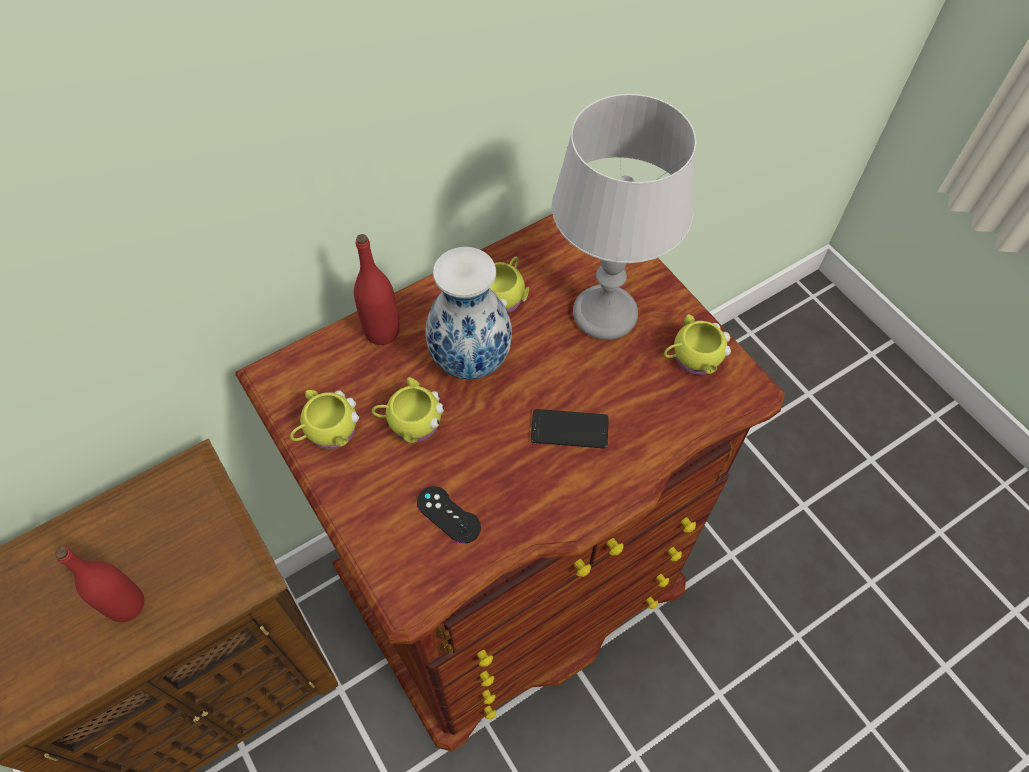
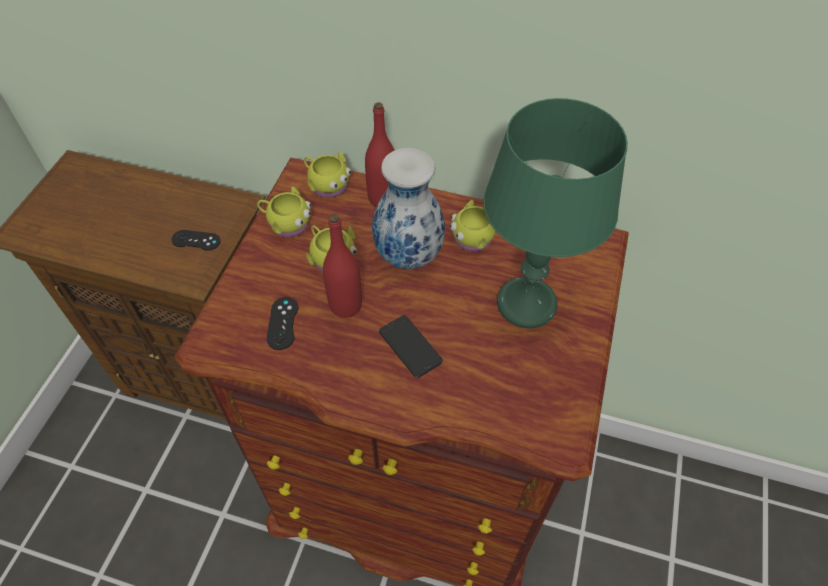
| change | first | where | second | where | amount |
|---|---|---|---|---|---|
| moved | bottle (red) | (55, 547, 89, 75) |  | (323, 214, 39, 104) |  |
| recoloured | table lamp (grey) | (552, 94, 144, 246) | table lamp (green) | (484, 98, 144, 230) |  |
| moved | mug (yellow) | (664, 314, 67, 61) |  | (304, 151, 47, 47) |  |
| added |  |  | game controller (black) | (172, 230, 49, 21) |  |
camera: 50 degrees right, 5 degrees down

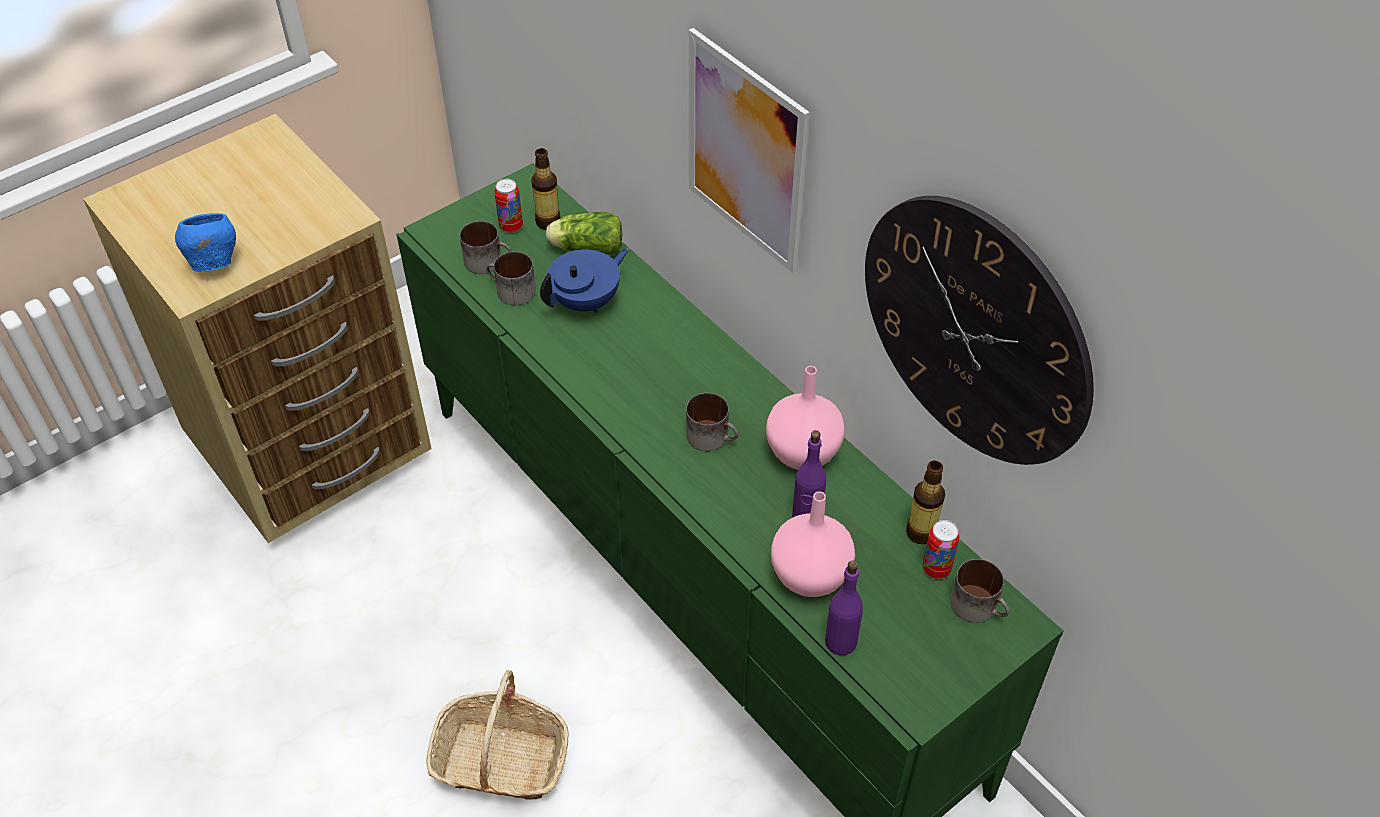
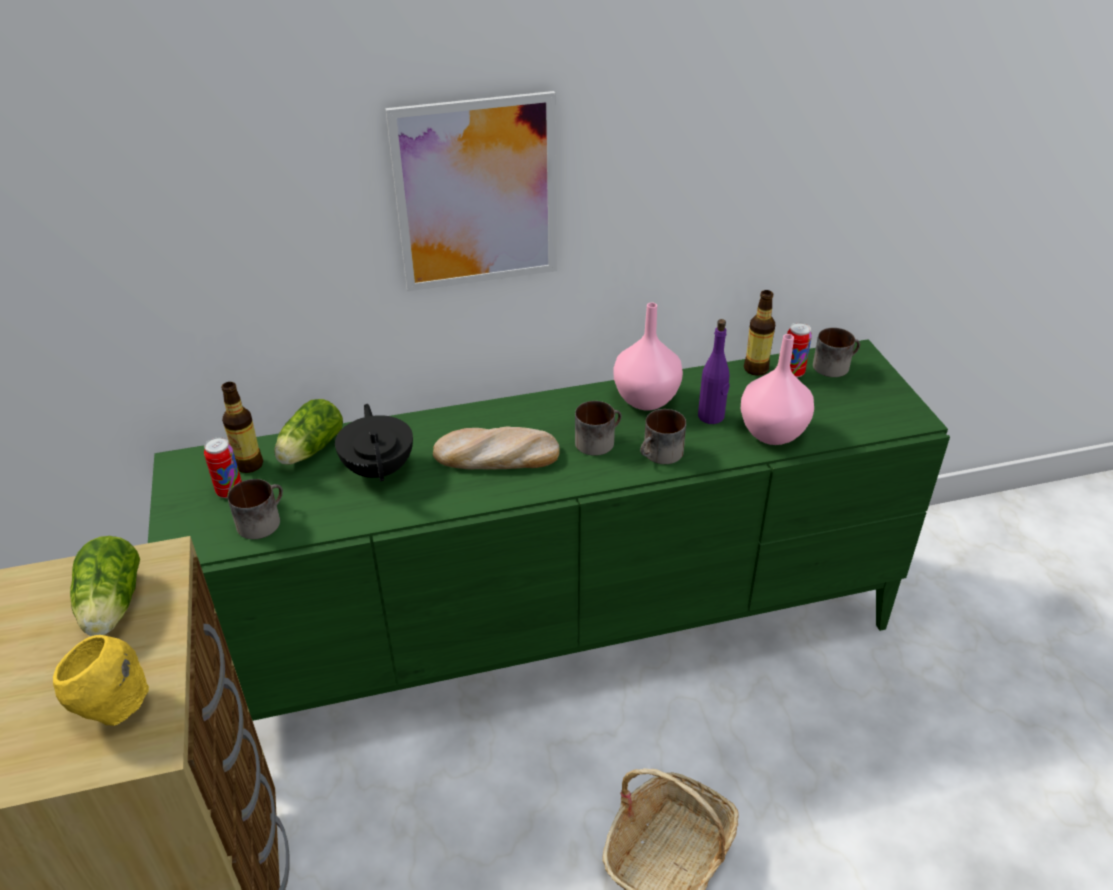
| change | first | where | second | where | amount |
|---|---|---|---|---|---|
| recoloured | bowl (blue) | (175, 213, 61, 59) | bowl (yellow) | (53, 635, 96, 91) |  |
| moved | mug | (486, 252, 50, 53) |  | (640, 409, 46, 55) |  |
| recoloured | teapot (blue) | (540, 249, 89, 64) | teapot (black) | (335, 404, 78, 78) |  |
| removed | bottle (purple) | (825, 560, 38, 95) |  |  |  |
| removed | wall clock | (865, 196, 229, 269) |  |  |  |
| added |  |  | lettuce | (70, 536, 70, 100) |  |
| added |  |  | bread | (433, 427, 127, 43) |  |
camera: 65 degrees left, 10 degrees down

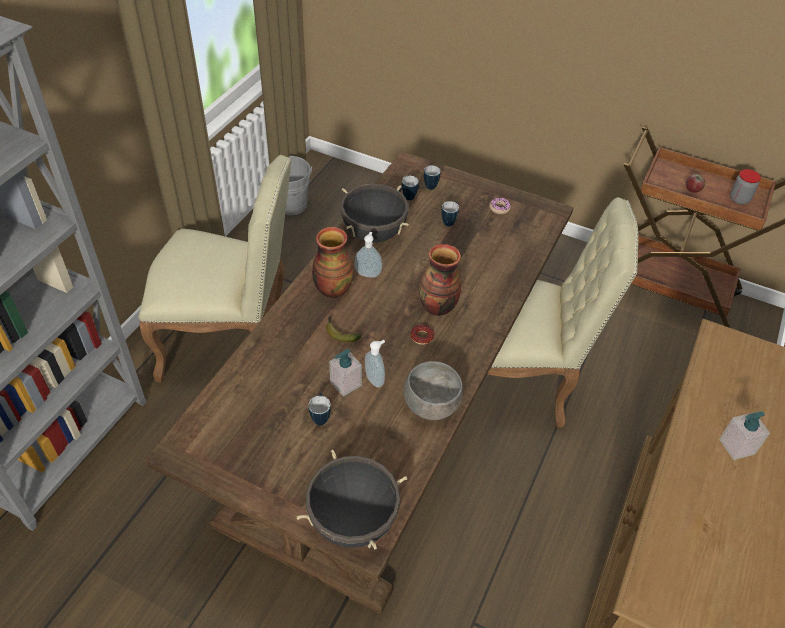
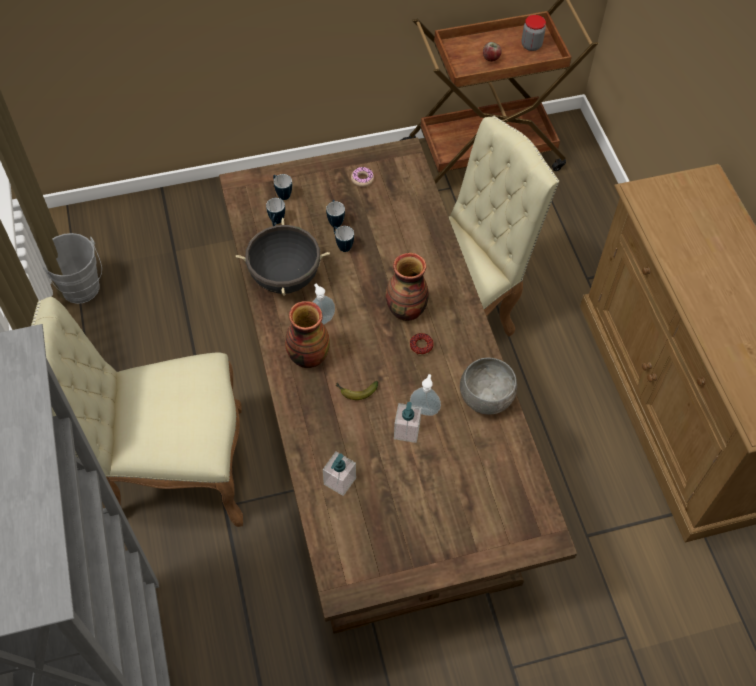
| change | first | where | second | where | amount |
|---|---|---|---|---|---|
| turned | chair (beige) | (138, 155, 153, 228) |  | (31, 297, 212, 230) | 150 degrees counterclockwise |
| removed | cooking pot (black) | (297, 450, 110, 100) |  |  |  |
| moved | mug | (308, 393, 23, 33) |  | (333, 226, 21, 26) |  |
| moved | soap dispenser | (719, 411, 51, 49) |  | (323, 451, 33, 45) |  |
camera: 40 degrees left, 10 degrees up

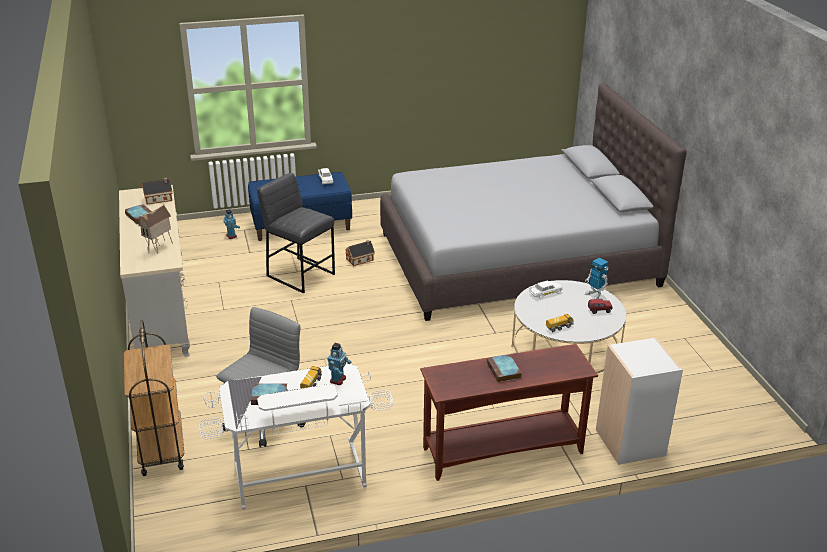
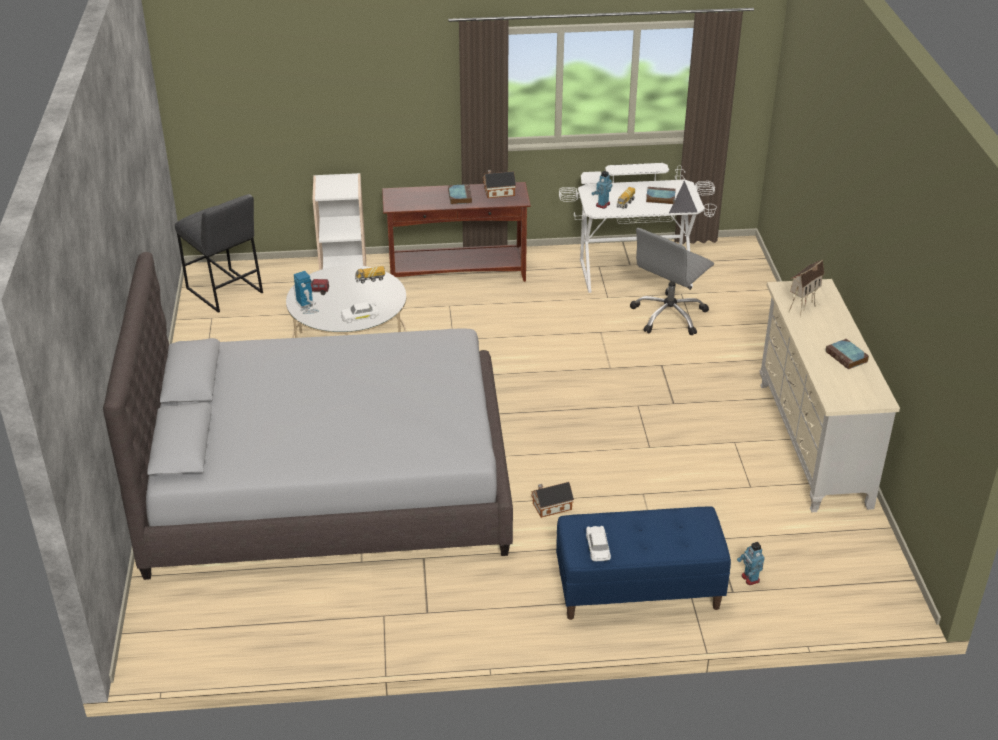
| change | first | where | second | where | amount |
|---|---|---|---|---|---|
| removed | cart (brown) | (124, 320, 60, 156) |  |  |  |
| moved | toy house | (142, 178, 31, 27) |  | (483, 170, 33, 28) |  |
| moved | stool (grey) | (257, 173, 78, 121) |  | (175, 194, 88, 119) |  |
camera: 170 degrees left, 5 degrees up

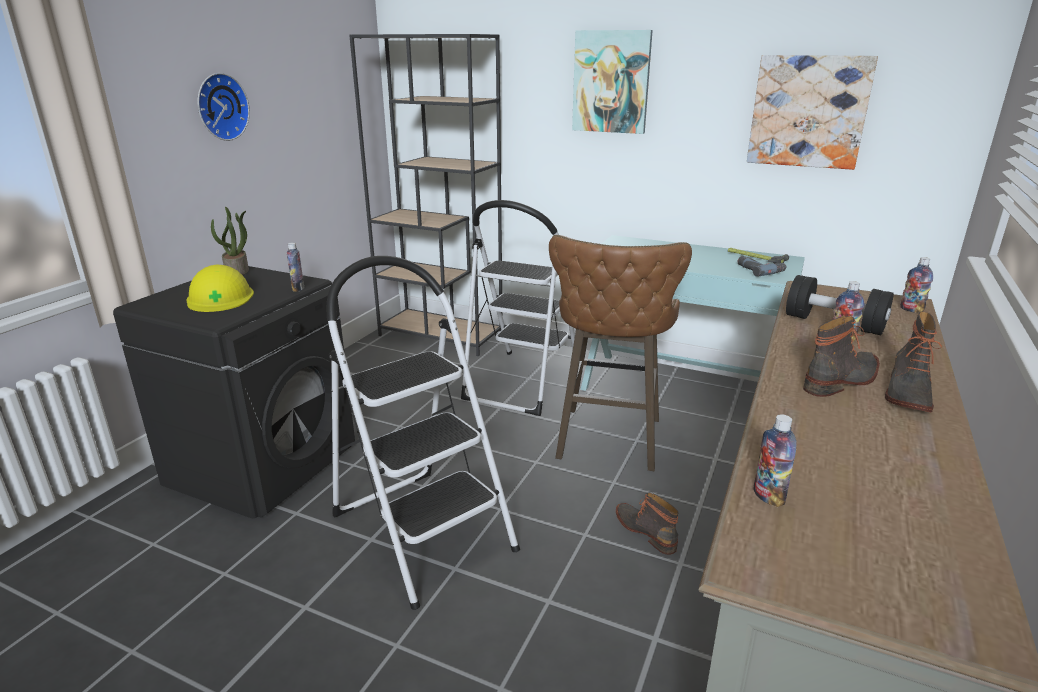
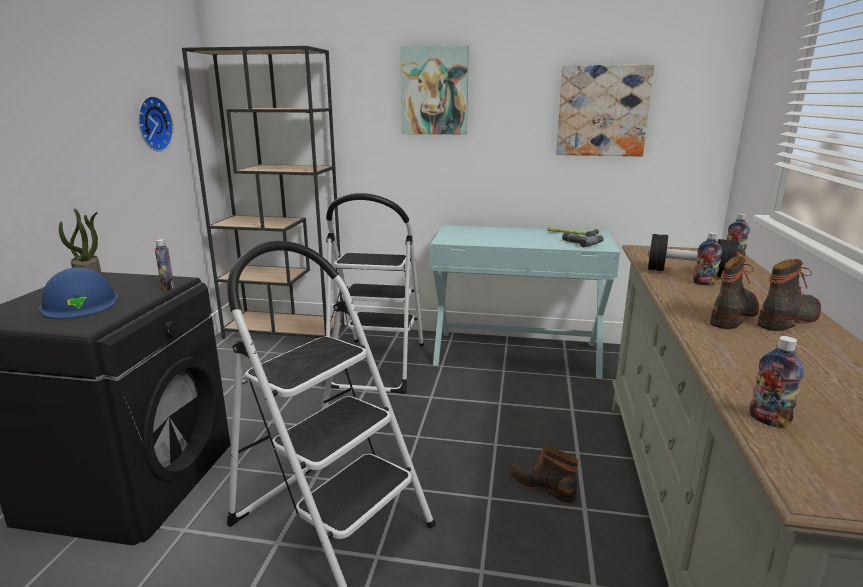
| change | first | where | second | where | amount |
|---|---|---|---|---|---|
| recoloured | hard hat (yellow) | (187, 265, 67, 47) | hard hat (blue) | (39, 268, 79, 51) |  |
| moved | wall clock | (198, 73, 52, 68) |  | (138, 96, 36, 56) |  |
| removed | stool (brown) | (549, 235, 143, 236) |  |  |  |
| turned | boot | (885, 312, 57, 100) |  | (757, 259, 64, 72) | 135 degrees counterclockwise |
camera: 15 degrees left, 5 degrees down

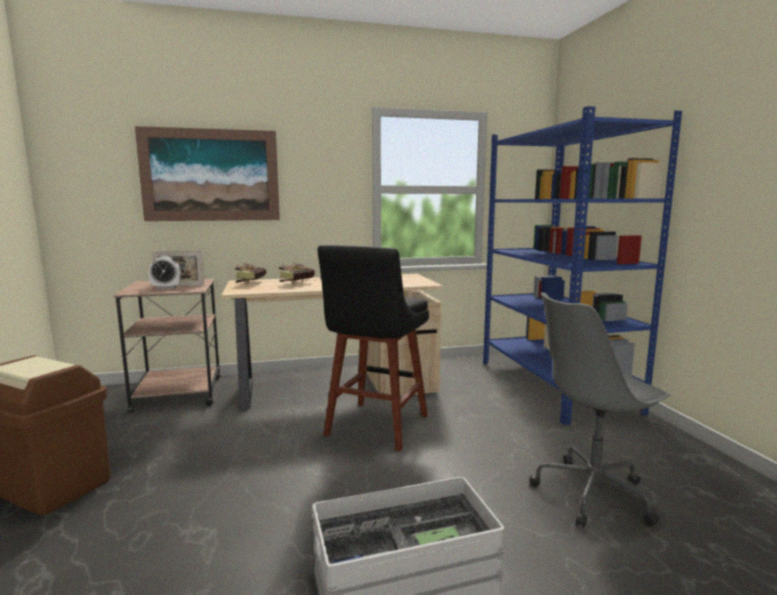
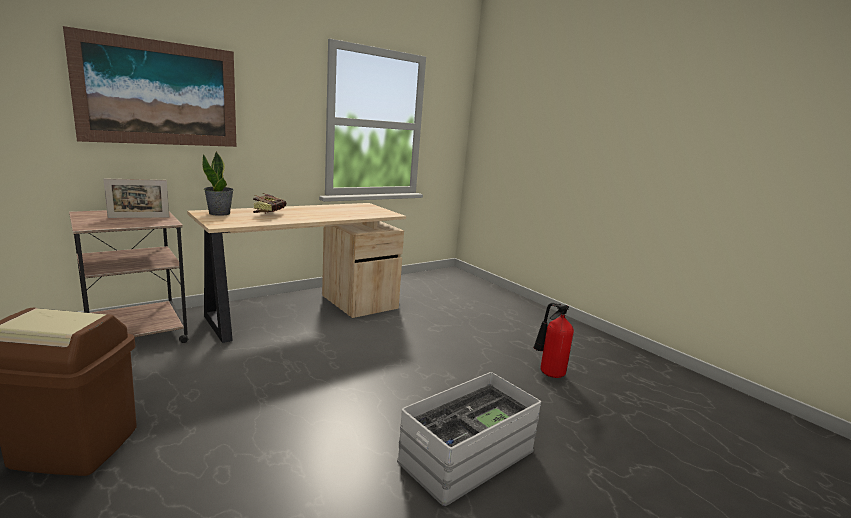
| change | first | where | second | where | amount |
|---|---|---|---|---|---|
| removed | alarm clock | (149, 256, 32, 33) |  |  |  |
| replaced | book | (235, 263, 31, 20) | potted plant | (202, 151, 32, 65) |  |
| removed | stool (black) | (317, 245, 112, 207) |  |  |  |
| removed | bookcase (blue) | (483, 106, 199, 319) |  |  |  |
| replaced | office chair (grey) | (529, 293, 141, 234) | fire extinguisher | (533, 303, 41, 75) |  |
camera: 25 degrees left, 5 degrees up

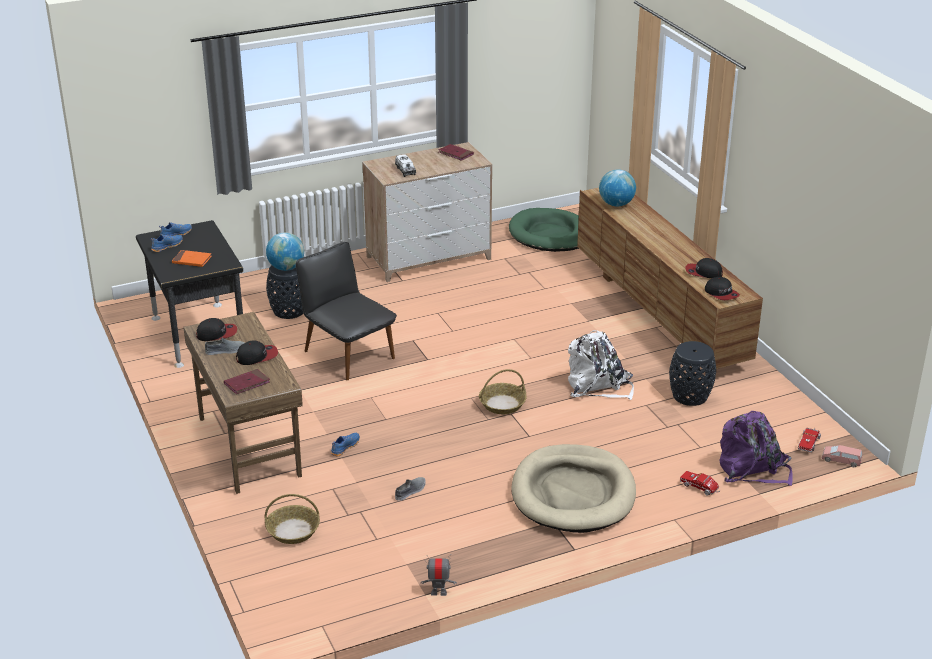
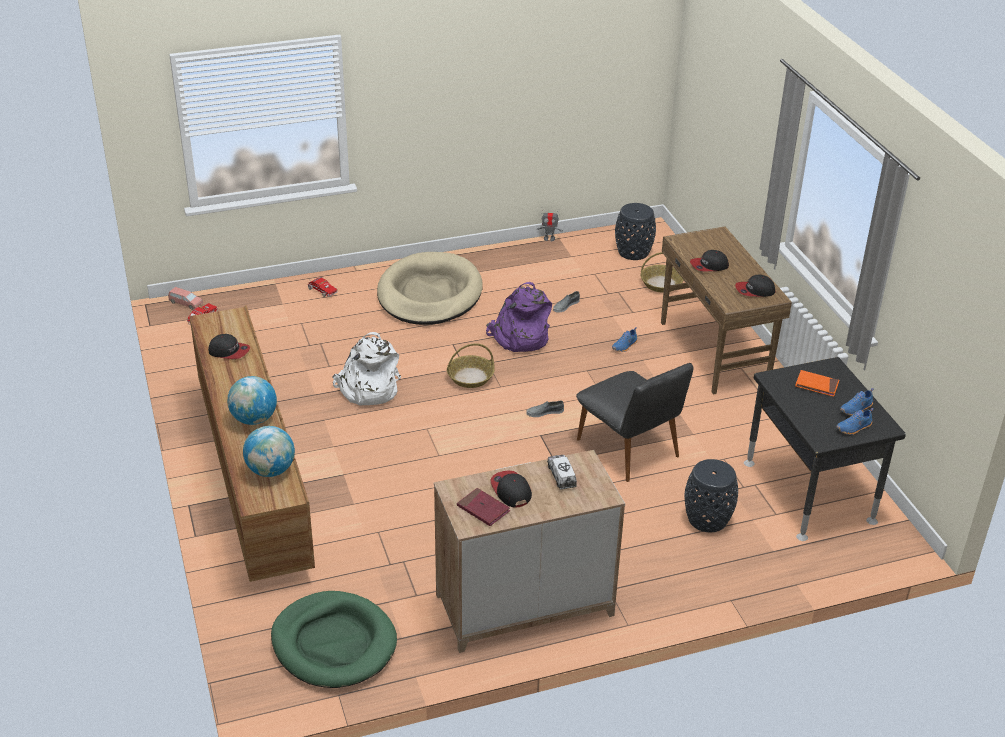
| change | first | where | second | where | amount |
|---|---|---|---|---|---|
| moved | shoe (grey) | (205, 338, 40, 17) |  | (526, 401, 38, 16) |  |
| removed | book (red) | (224, 369, 46, 25) |  |  |  |
| moved | globe | (266, 232, 38, 39) |  | (227, 376, 50, 49) |  |
| moved | stool (black) | (669, 341, 47, 65) |  | (615, 203, 41, 57) |  |
| moved | cap | (705, 277, 35, 23) |  | (491, 470, 41, 38) |  |
| moved | backpack (purple) | (719, 411, 74, 75) |  | (486, 282, 66, 70) |  |
camera: 175 degrees left, 5 degrees up

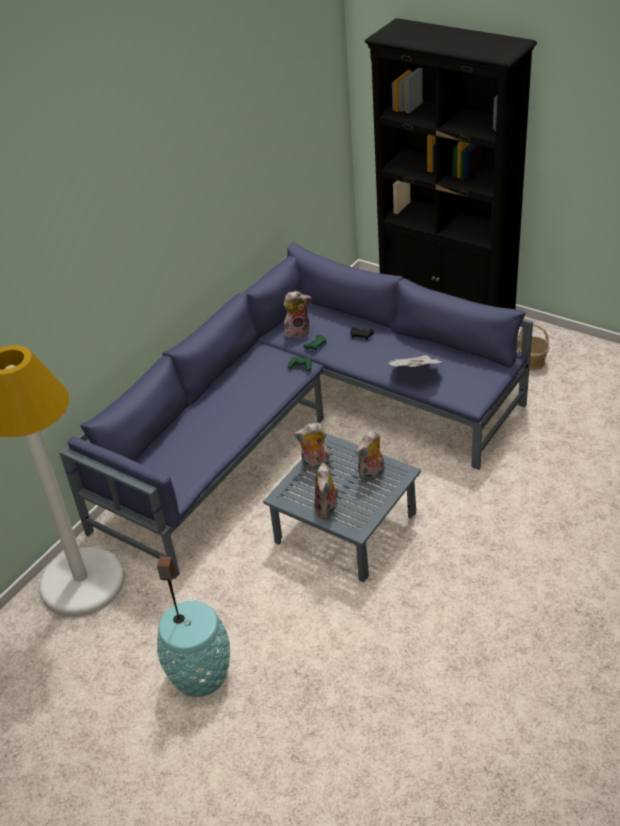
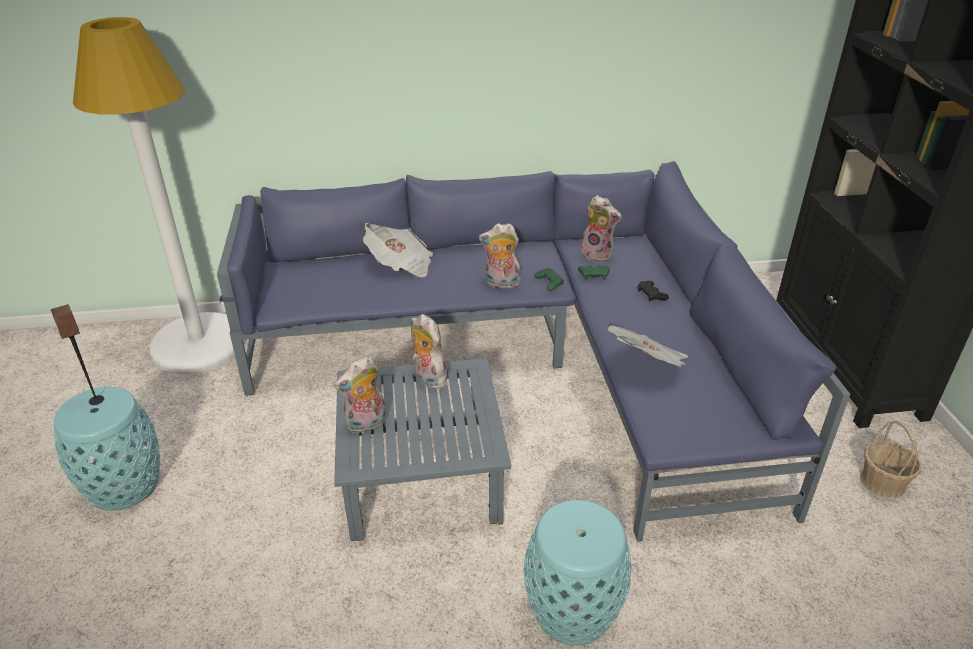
| change | first | where | second | where | amount |
|---|---|---|---|---|---|
| moved | plush toy | (356, 429, 29, 53) |  | (479, 223, 41, 66) |  |
| added |  |  | newspaper | (363, 223, 70, 54) |  |
| added |  |  | stool (turquoise) | (524, 500, 107, 146) |  |
camera: 45 degrees right, 5 degrees down

